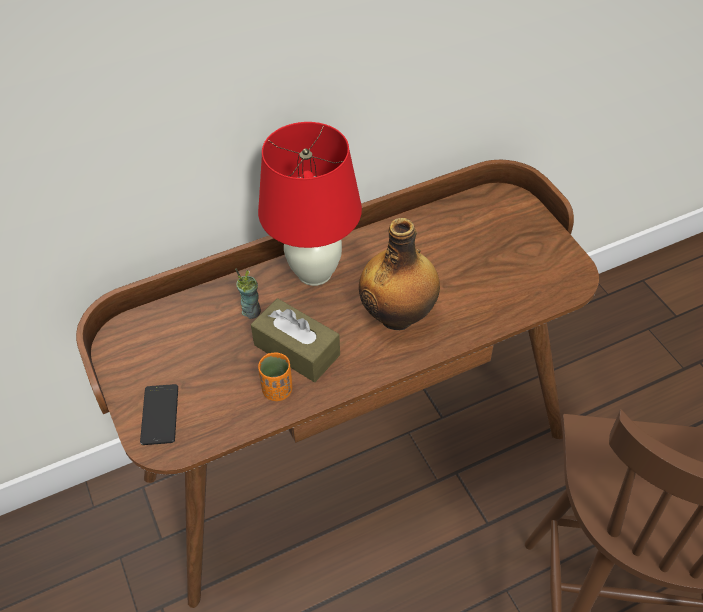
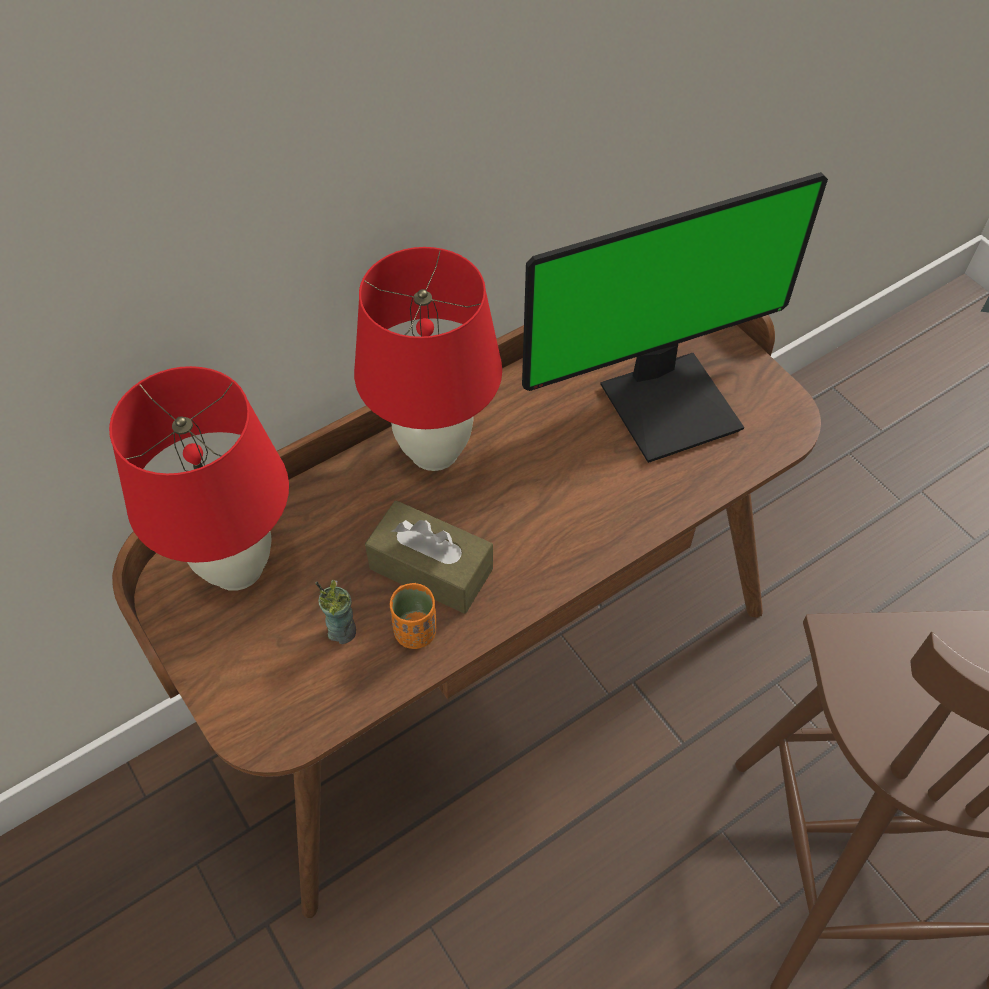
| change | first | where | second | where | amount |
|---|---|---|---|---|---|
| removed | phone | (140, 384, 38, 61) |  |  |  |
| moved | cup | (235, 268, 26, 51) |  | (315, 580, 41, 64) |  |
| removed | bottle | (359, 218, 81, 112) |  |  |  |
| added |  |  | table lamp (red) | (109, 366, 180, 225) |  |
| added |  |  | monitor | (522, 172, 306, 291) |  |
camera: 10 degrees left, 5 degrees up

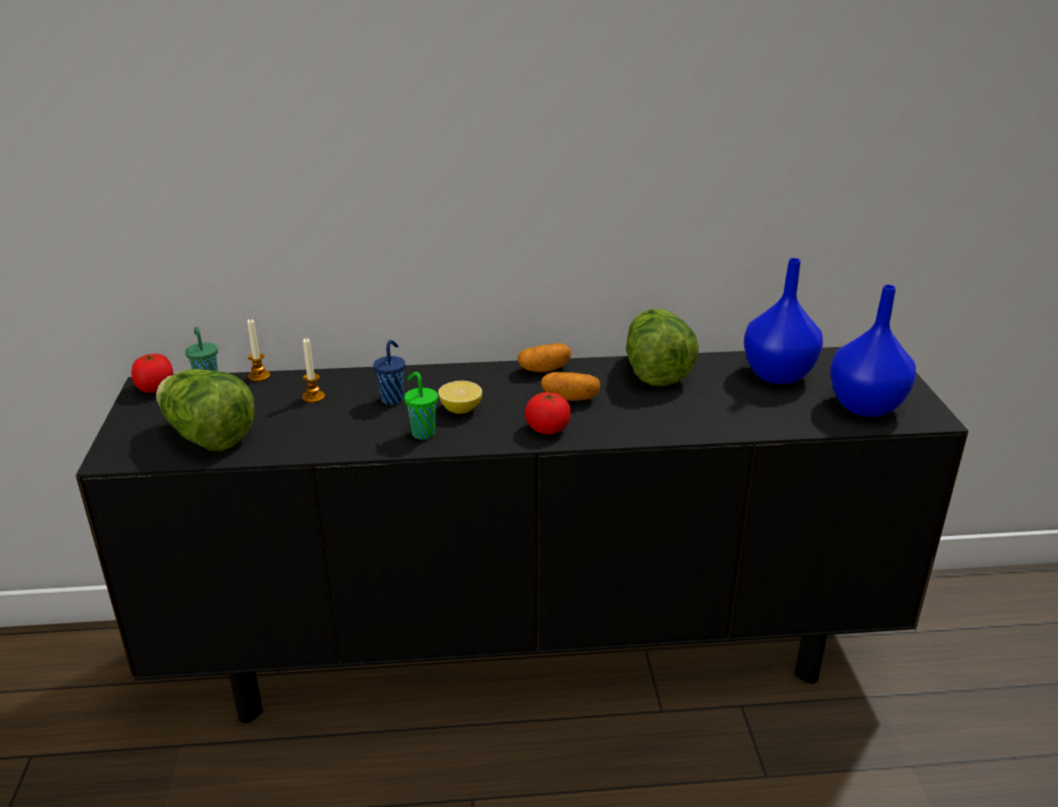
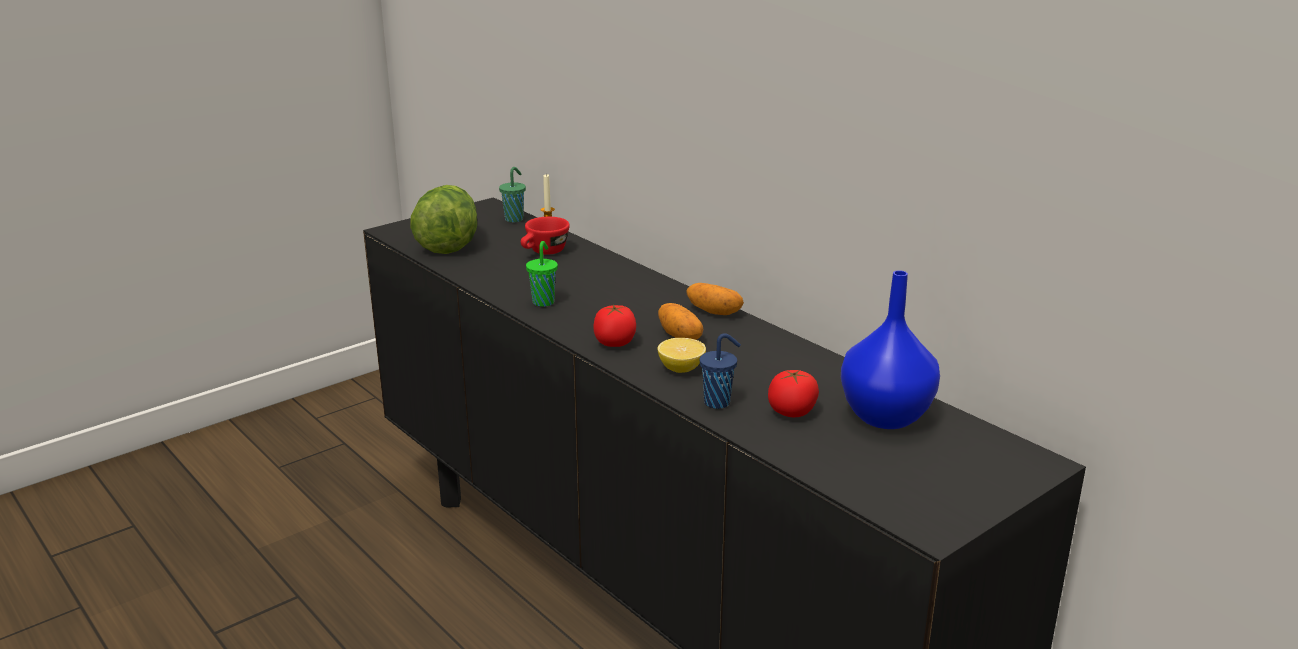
| change | first | where | second | where | amount |
|---|---|---|---|---|---|
| moved | tomato | (131, 354, 42, 39) |  | (768, 370, 51, 47) |  |
| replaced | candle | (302, 338, 23, 65) | cup (red) | (521, 217, 49, 38) |  |
| moved | cup (blue) | (373, 340, 32, 65) |  | (700, 333, 41, 76) |  |
| moved | lemon | (438, 381, 44, 33) |  | (658, 338, 48, 35) |  |
| removed | lettuce | (626, 309, 73, 77) |  |  |  |
| removed | vase (blue) | (830, 284, 86, 133) |  |  |  |
camera: 55 degrees right, 5 degrees down

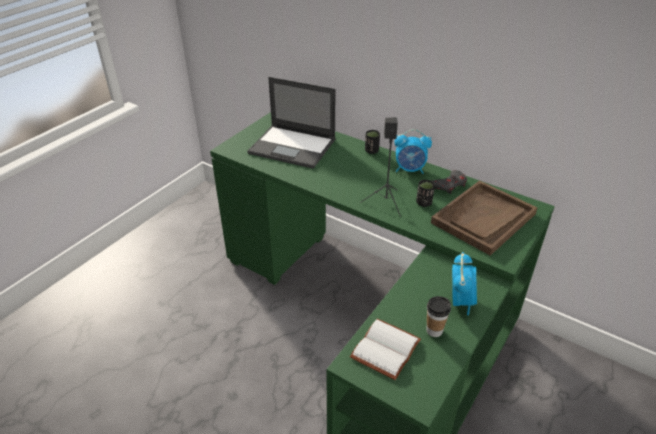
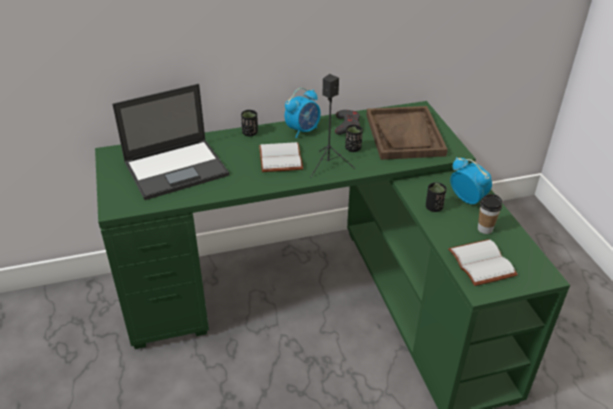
| change | first | where | second | where | amount |
|---|---|---|---|---|---|
| added |  |  | book (white) | (259, 142, 44, 30) |  |
| added |  |  | cup (black) | (426, 182, 20, 30) |  |
camera: 50 degrees left, 0 degrees up

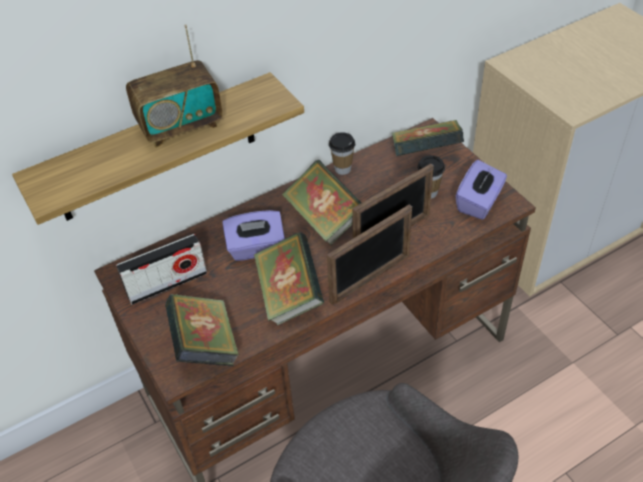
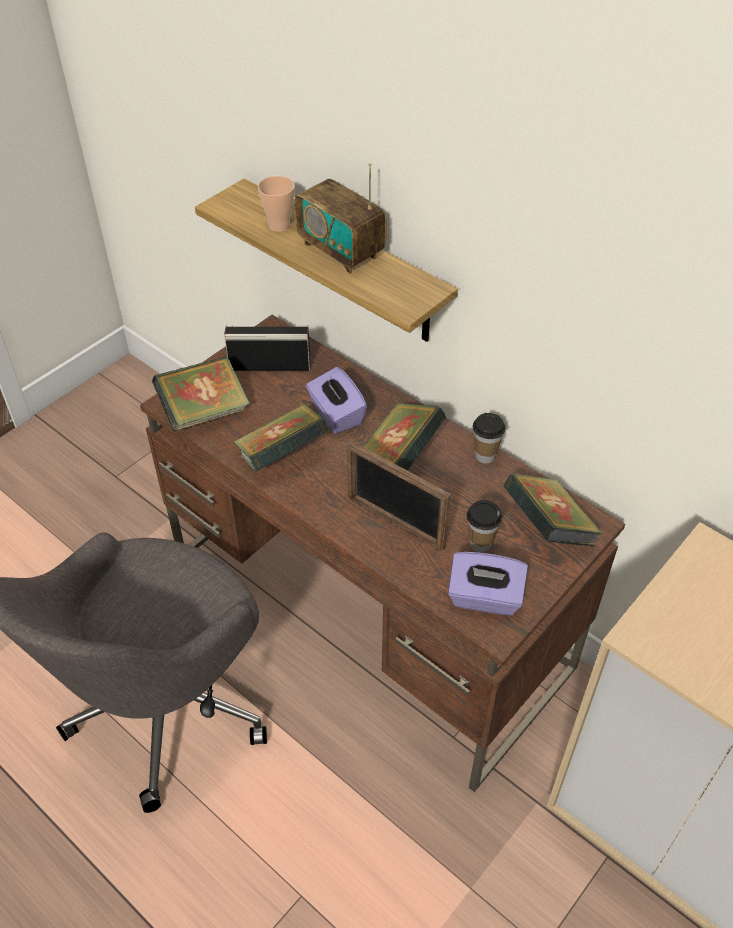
| change | first | where | second | where | amount |
|---|---|---|---|---|---|
| turned | radio | (116, 234, 91, 71) |  | (224, 325, 87, 46) | 135 degrees clockwise |
| removed | picture frame | (327, 204, 85, 101) |  |  |  |
| added |  |  | cup | (258, 176, 37, 56) |  |
camera: 70 degrees right, 0 degrees up

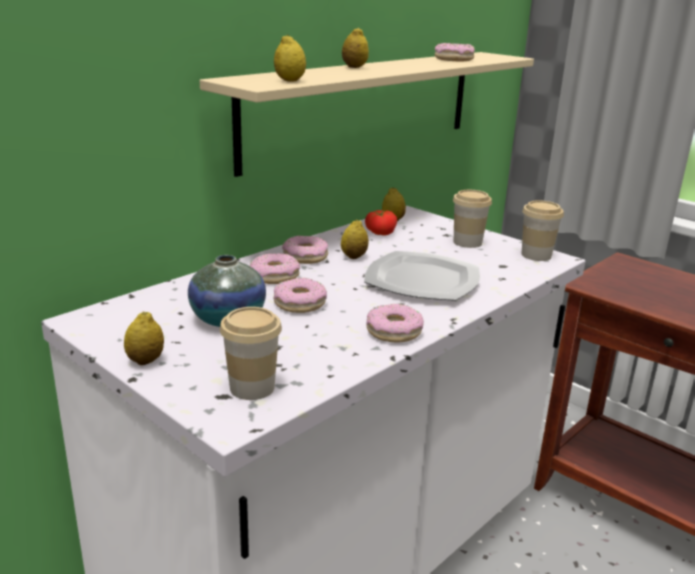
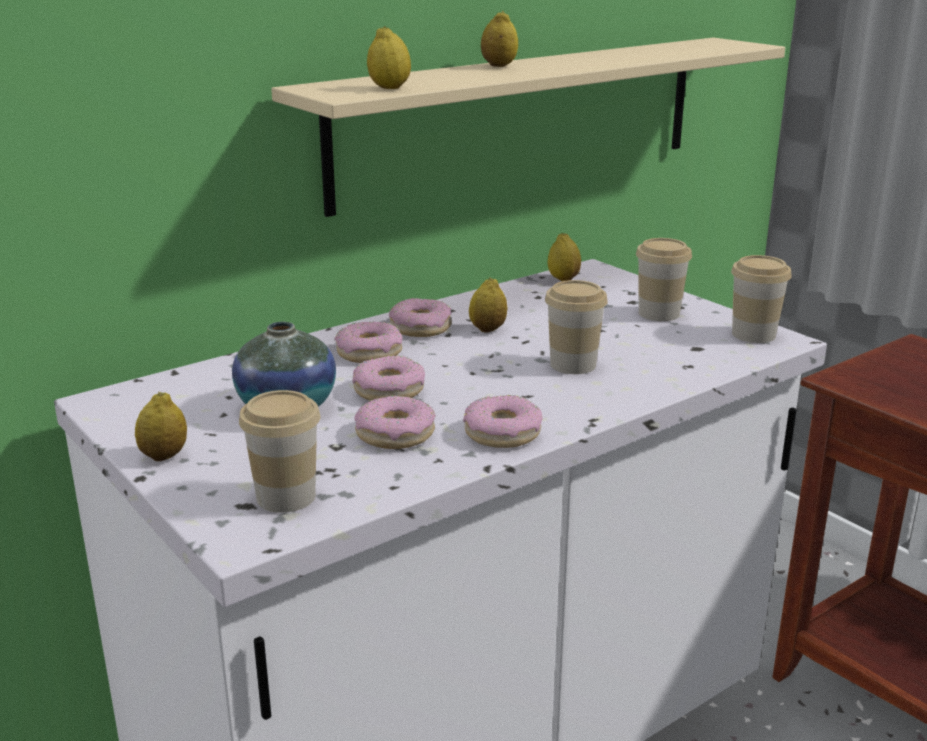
| change | first | where | second | where | amount |
|---|---|---|---|---|---|
| replaced | plate | (364, 251, 116, 50) | cup | (545, 280, 63, 94) |  |
| removed | tomato | (365, 210, 32, 25) |  |  |  |
| moved | donut | (435, 43, 40, 18) |  | (355, 396, 80, 53) |  |
camera: 10 degrees right, 0 degrees up

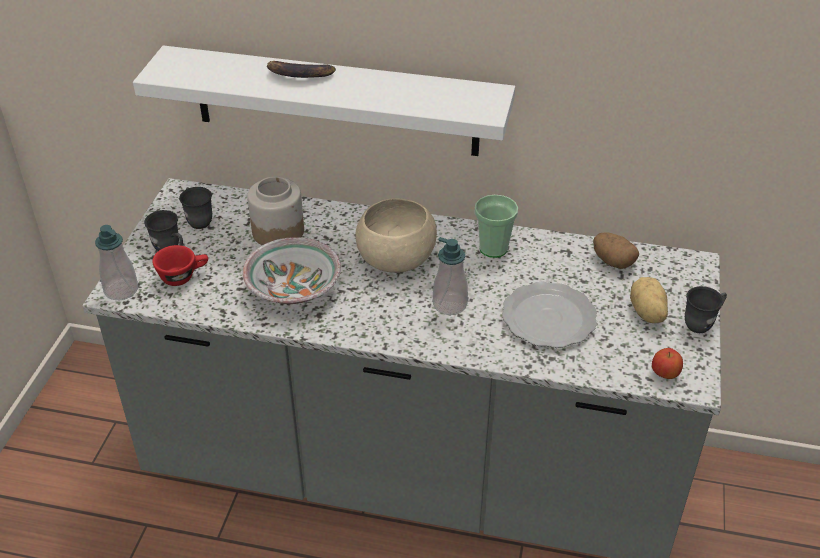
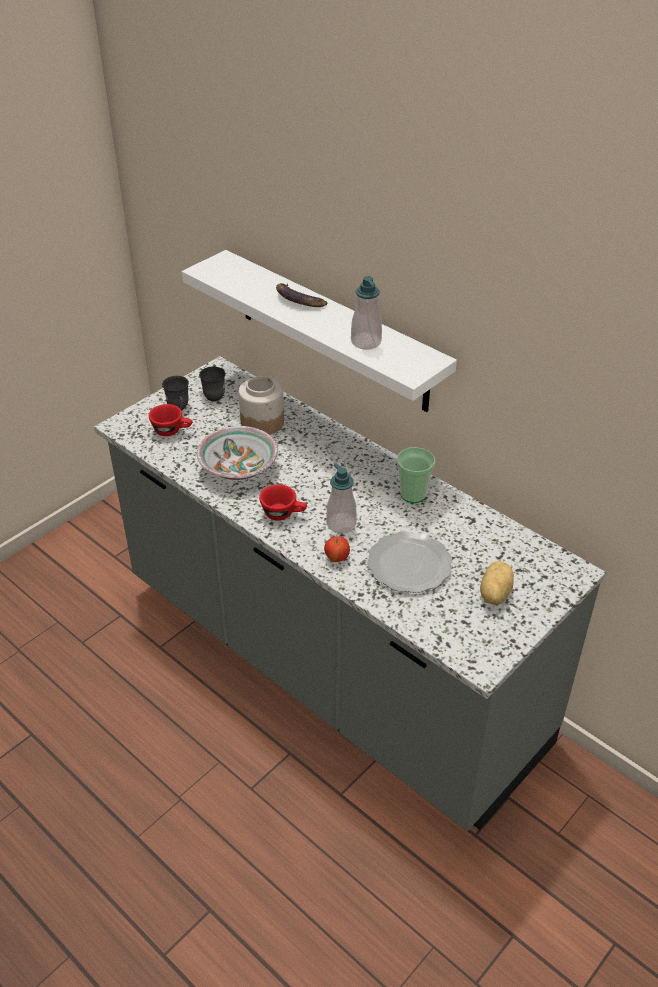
| change | first | where | second | where | amount |
|---|---|---|---|---|---|
| moved | soap dispenser | (95, 225, 43, 75) |  | (351, 276, 31, 74) |  |
| removed | bowl (beige) | (355, 198, 82, 75) |  |  |  |
| removed | potato | (593, 232, 46, 37) |  |  |  |
| moved | apple | (652, 348, 31, 31) |  | (324, 536, 26, 26) |  |
| removed | mug (grey) | (685, 286, 42, 47) |  |  |  |
| added |  |  | cup (red) | (259, 484, 48, 37) |  |
camera: 30 degrees right, 0 degrees up

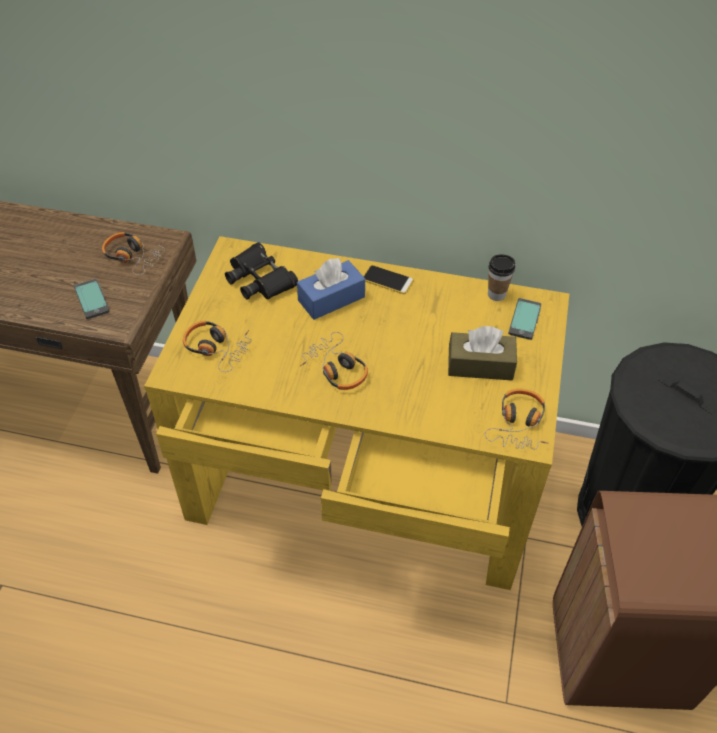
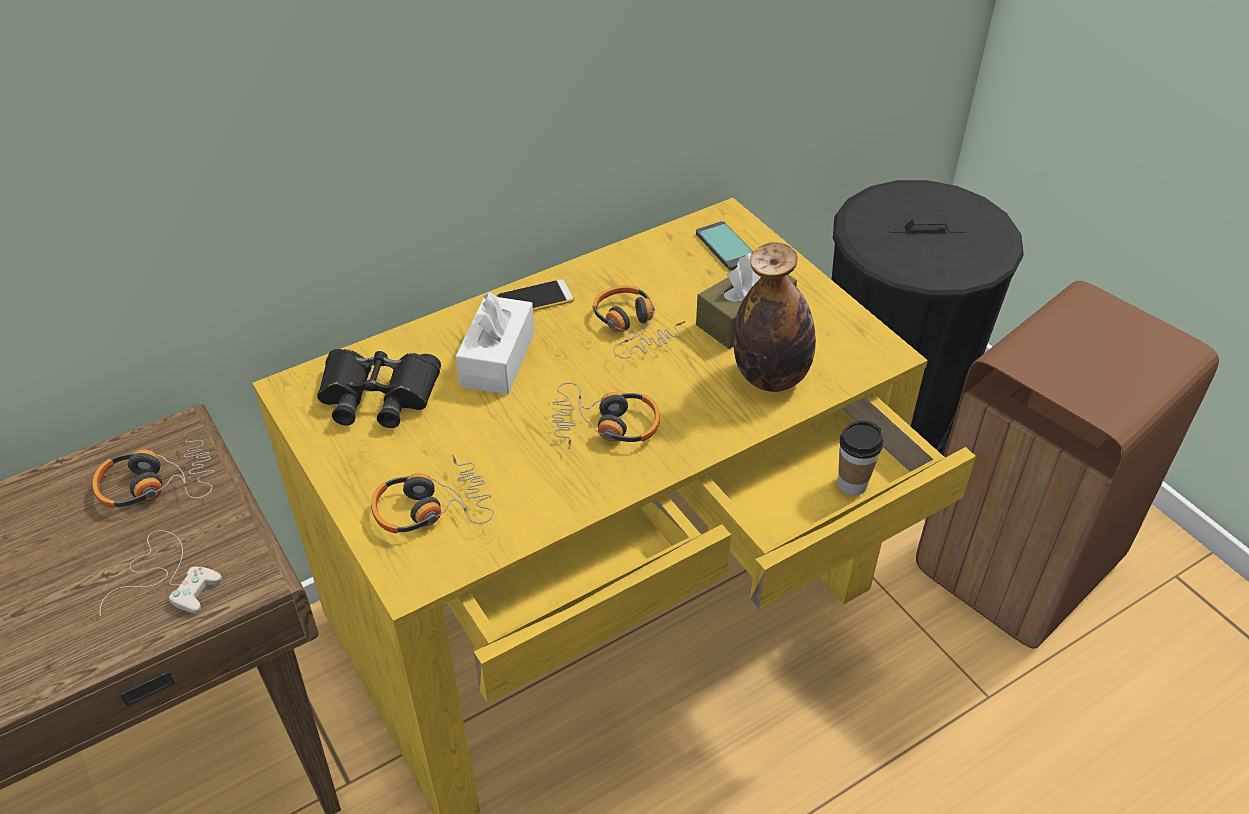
| change | first | where | second | where | amount |
|---|---|---|---|---|---|
| replaced | phone | (74, 279, 36, 40) | game controller (white) | (100, 530, 122, 86) |  |
| recoloured | tissue box (blue) | (297, 258, 68, 62) | tissue box (white) | (456, 292, 79, 102) |  |
| moved | headphones | (485, 389, 64, 61) |  | (593, 286, 92, 73) |  |
| moved | cup | (488, 254, 27, 47) |  | (838, 421, 45, 75) |  |
| added |  |  | bottle | (733, 242, 83, 150) |  |
camera: 45 degrees left, 5 degrees down

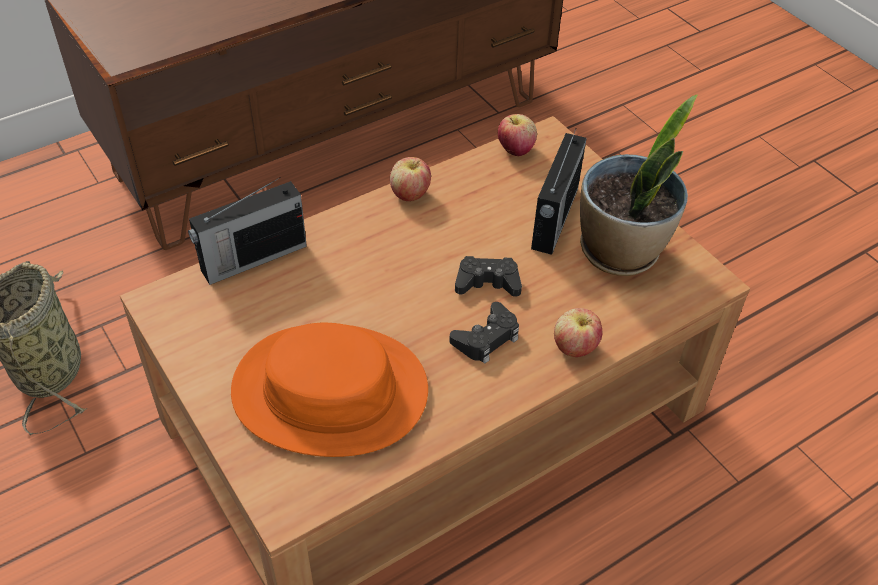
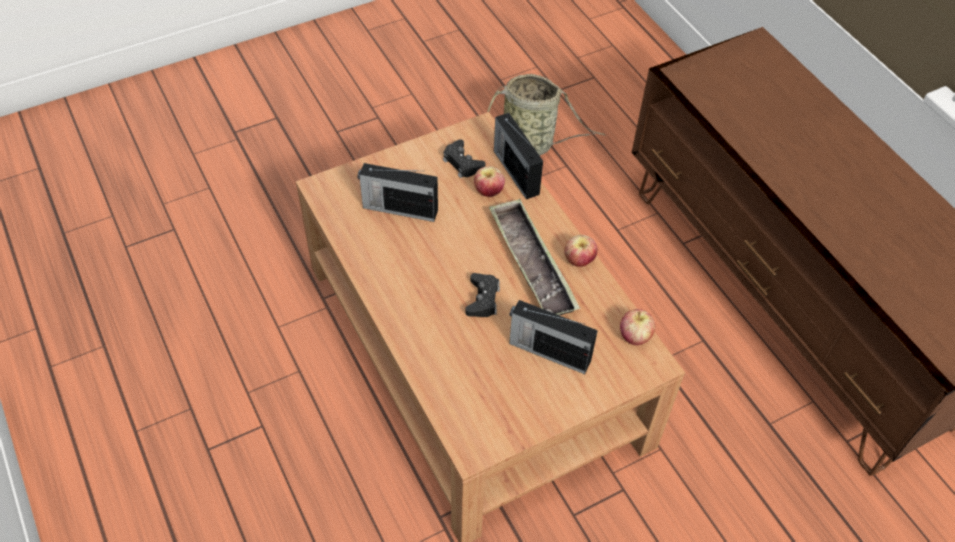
| change | first | where | second | where | amount |
|---|---|---|---|---|---|
| replaced | hat (orange) | (231, 322, 197, 135) | radio | (358, 163, 80, 59) |  |
| moved | game controller (black) | (449, 302, 70, 62) |  | (443, 139, 42, 39) |  |
| moved | apple | (554, 308, 48, 49) |  | (474, 166, 31, 31) |  |
| removed | potted plant | (580, 94, 118, 182) |  |  |  |
| added |  |  | tray | (489, 199, 91, 116) |  |
camera: 95 degrees right, 5 degrees up

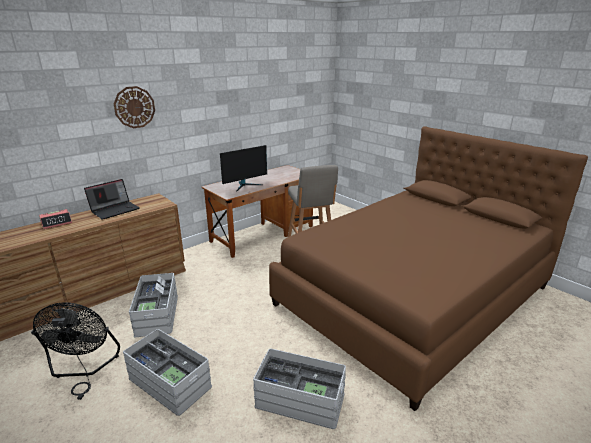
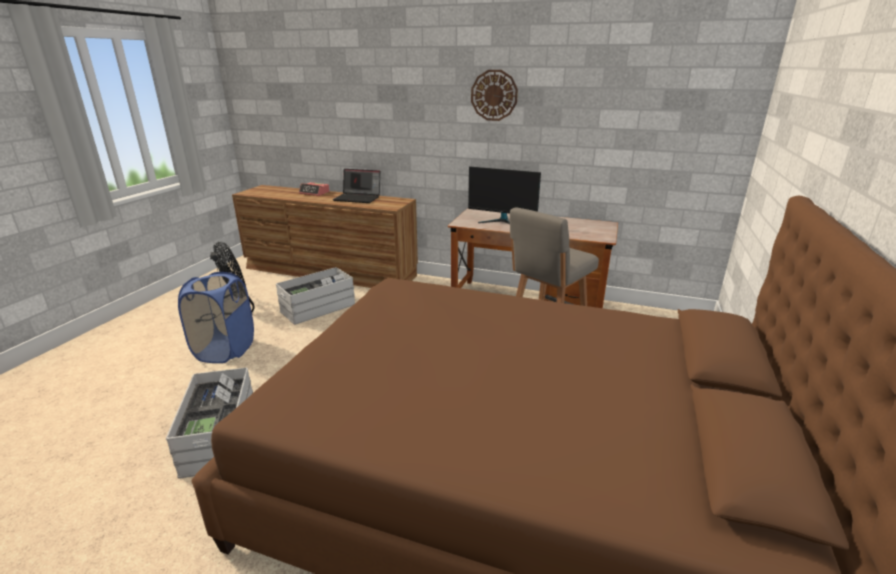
| change | first | where | second | where | amount |
|---|---|---|---|---|---|
| moved | wall clock | (114, 86, 41, 42) |  | (471, 70, 47, 51) |  |
| replaced | storage box (grey) | (123, 329, 89, 87) | laundry basket (blue) | (178, 272, 76, 91) |  |
camera: 60 degrees right, 0 degrees up

